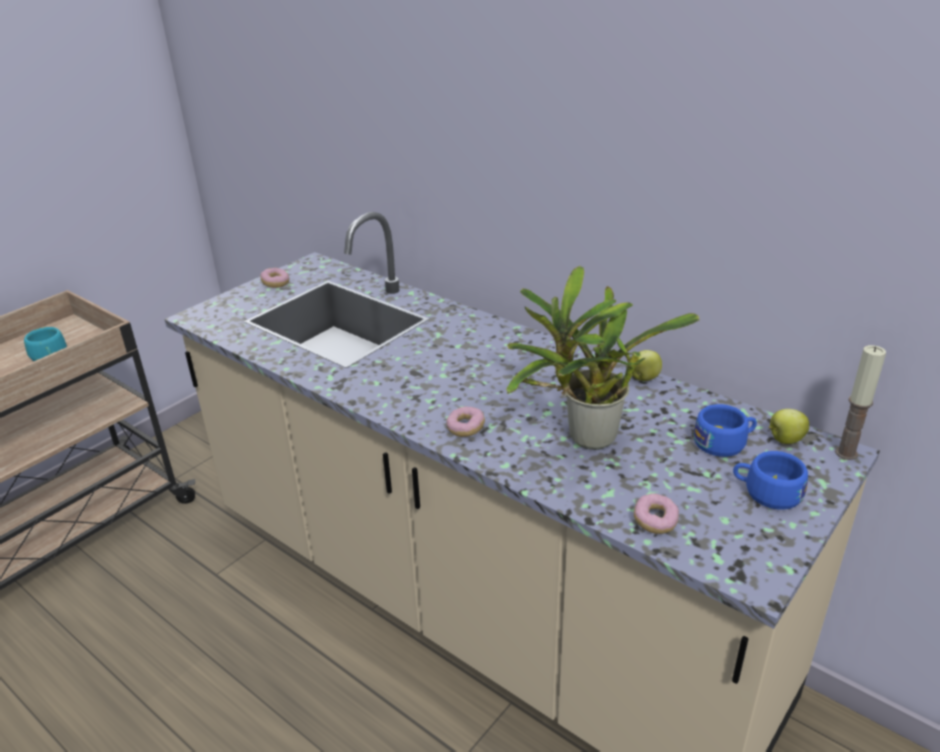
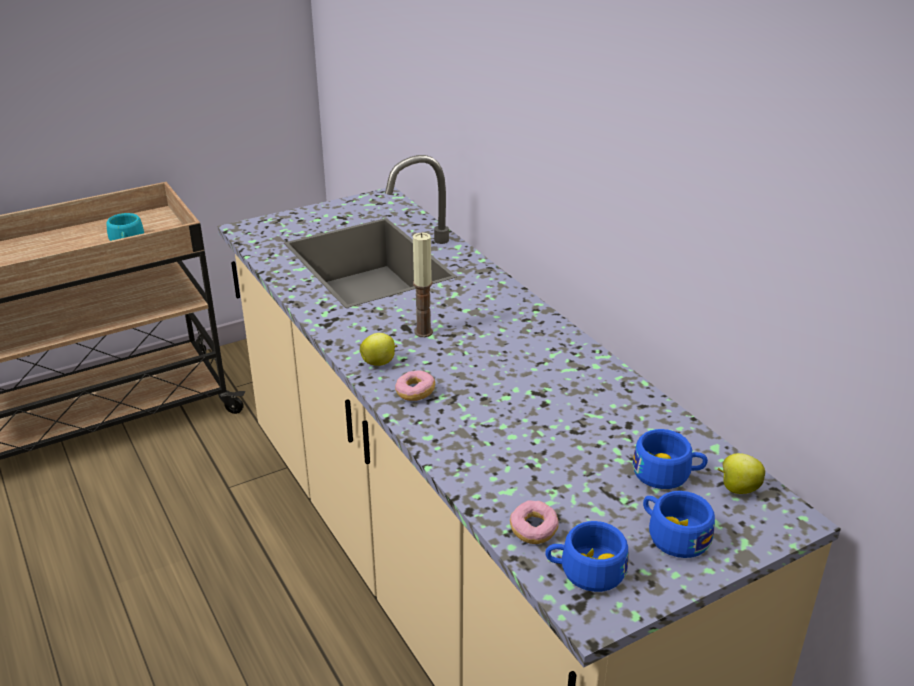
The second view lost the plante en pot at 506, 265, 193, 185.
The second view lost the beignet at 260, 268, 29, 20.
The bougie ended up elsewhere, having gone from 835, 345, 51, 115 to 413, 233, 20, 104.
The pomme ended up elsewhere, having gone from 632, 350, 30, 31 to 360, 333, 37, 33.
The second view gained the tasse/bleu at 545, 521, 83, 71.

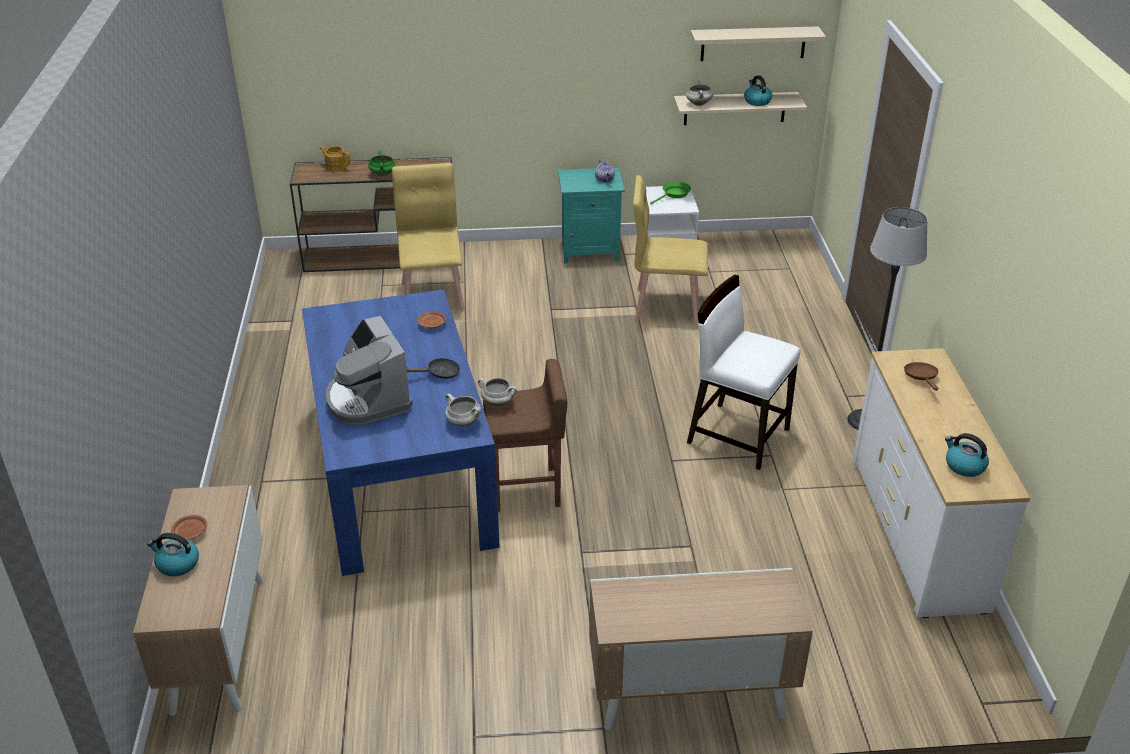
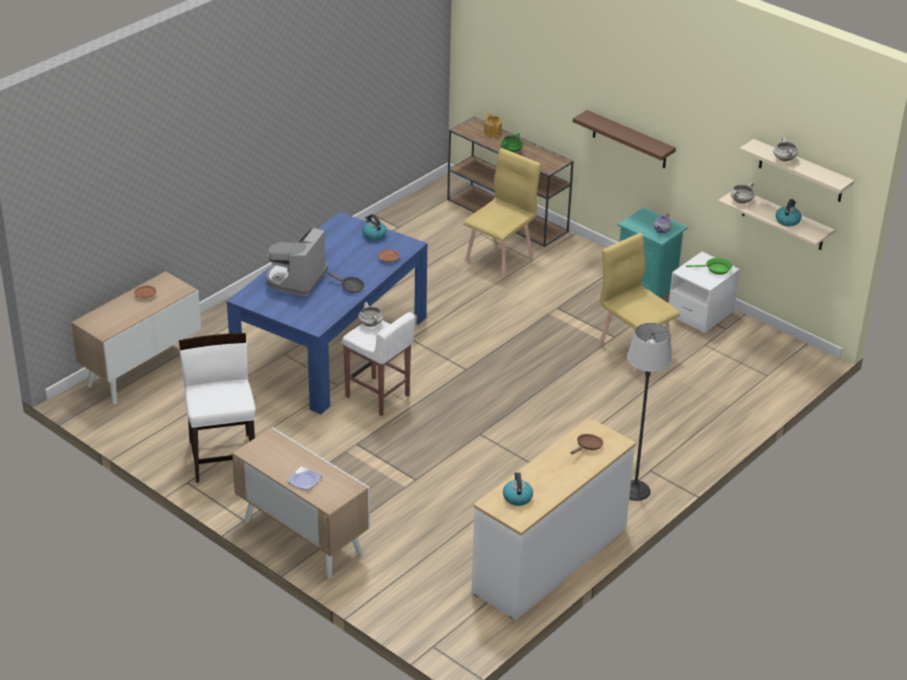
The chaise/blanc ended up elsewhere, having gone from 687, 275, 113, 195 to 179, 333, 77, 150.
What was the tabouret/marron at 483, 359, 84, 153 turned into the tabouret/blanc at 342, 312, 73, 104.
The marmite/blanc ended up elsewhere, having gone from 445, 394, 36, 33 to 773, 137, 25, 25.
The bouilloire ended up elsewhere, having gone from 147, 533, 52, 44 to 362, 214, 25, 27.
The second view gained the étagère/marron at 573, 110, 103, 58.
The second view gained the assiette at 287, 467, 35, 23.

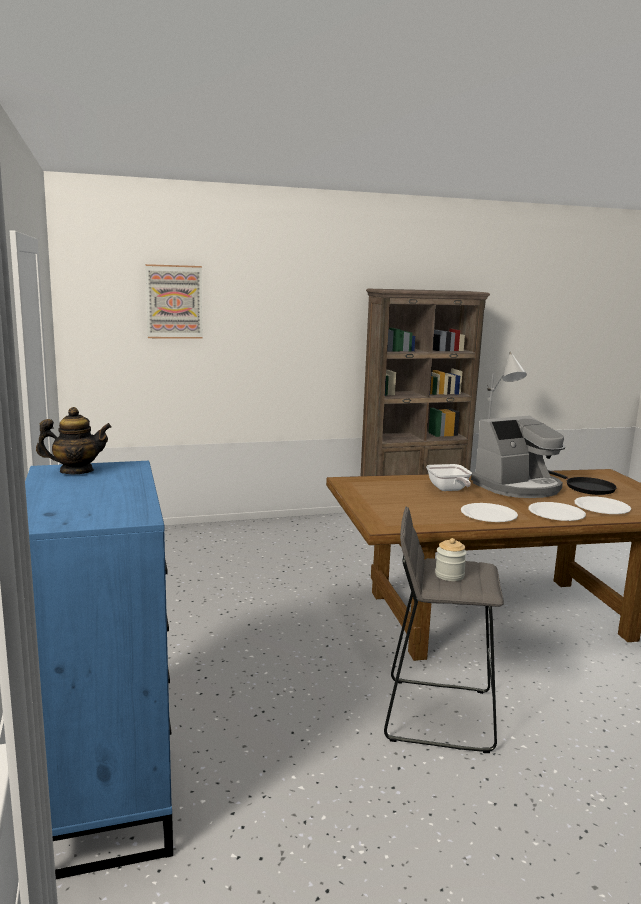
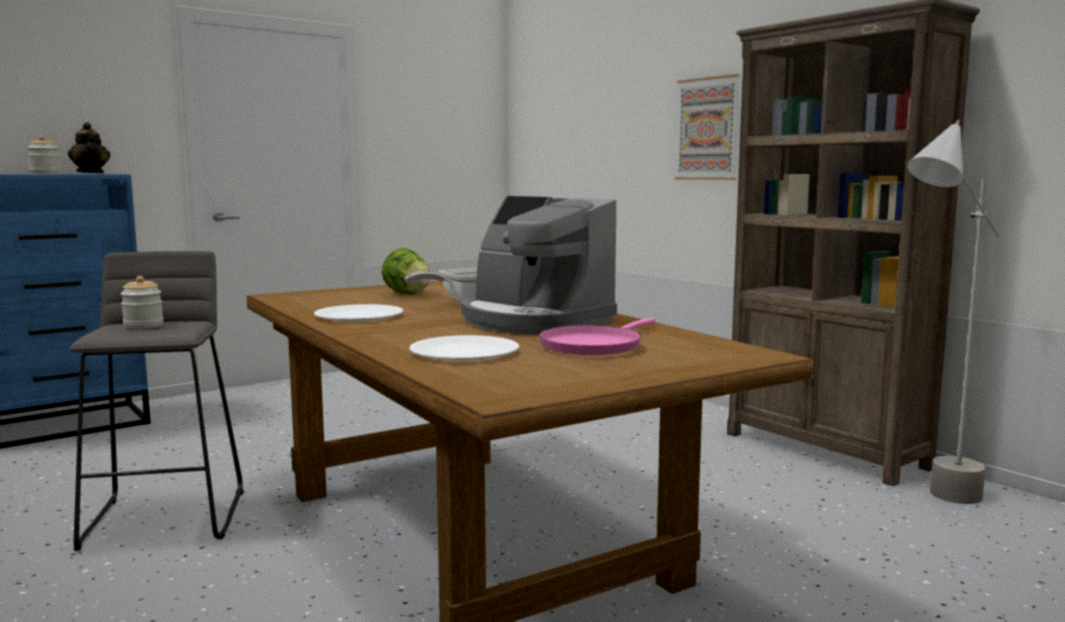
The tableau ended up elsewhere, having gone from 145, 264, 58, 74 to 675, 74, 65, 106.
What was the poêle/noir at 548, 470, 69, 25 turned into the poêle/rose at 539, 318, 116, 37.
The second view lost the assiette/blanc at 528, 502, 58, 19.
The second view gained the bocal at 27, 135, 34, 39.
The second view gained the laitue at 382, 248, 49, 47.

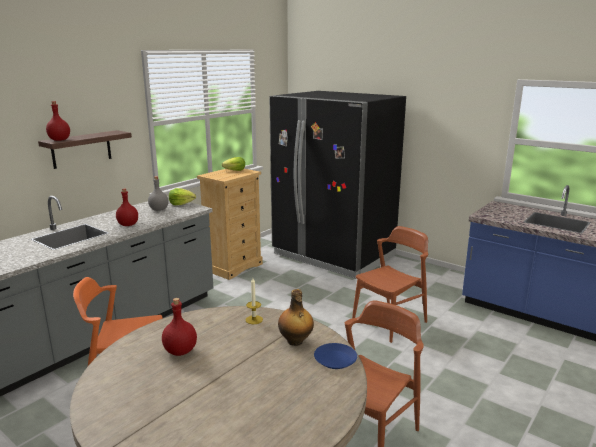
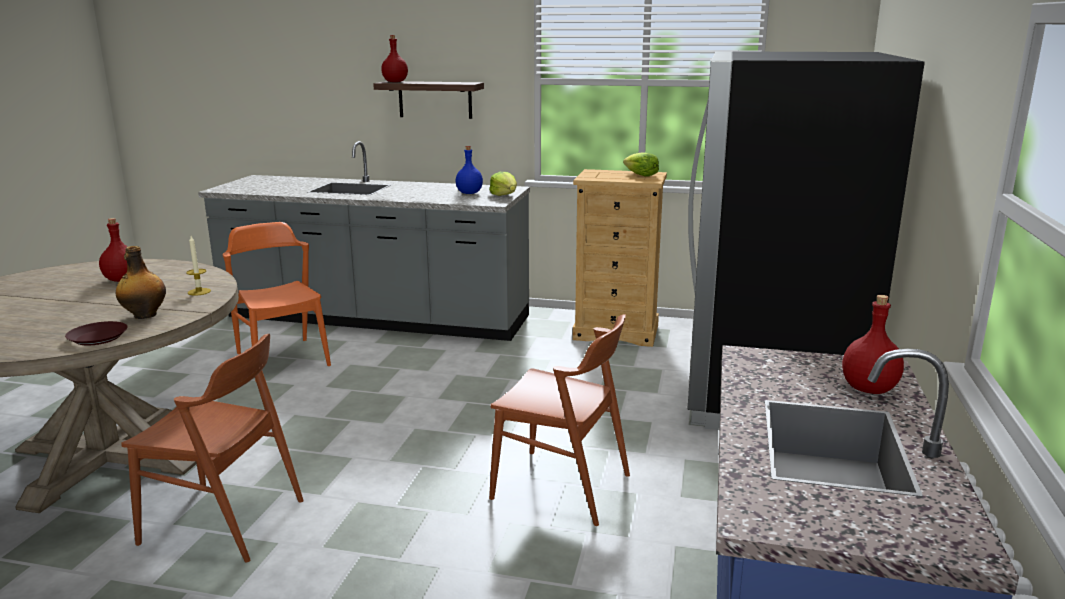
What was the bouteille/gris at 148, 176, 21, 35 turned into the bouteille/bleu at 456, 146, 27, 48.
The bouteille/rouge ended up elsewhere, having gone from 116, 189, 22, 37 to 842, 295, 62, 99.
What was the assiette/bleu at 314, 343, 43, 26 turned into the assiette/marron at 65, 321, 63, 25.

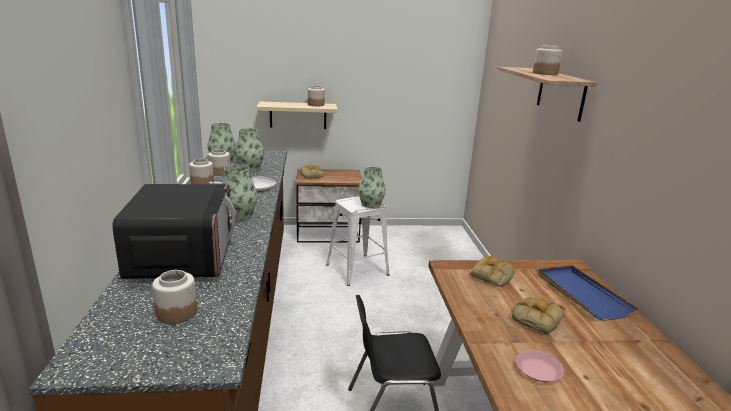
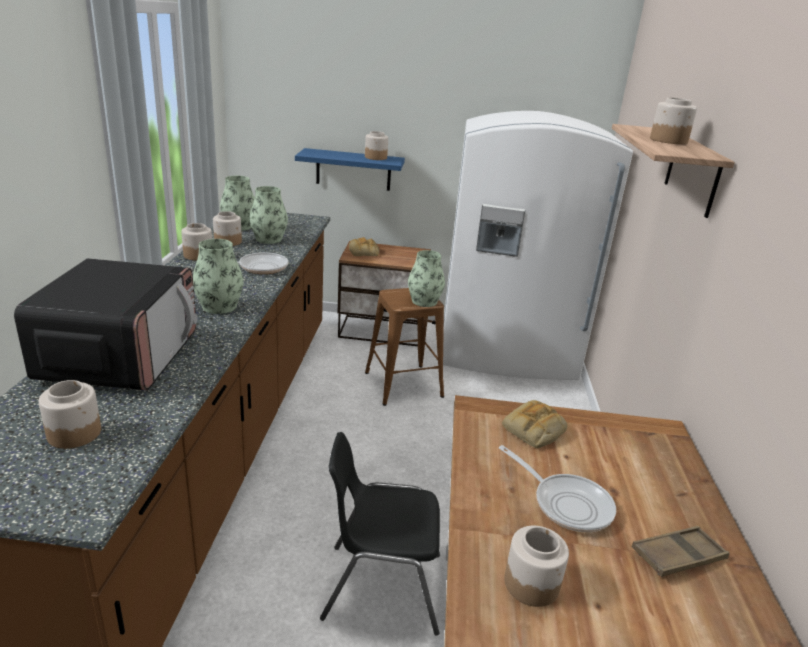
What was the étagère/beige at 256, 102, 81, 27 turned into the étagère/bleu at 295, 148, 110, 43.
What was the tabouret/blanc at 326, 196, 64, 90 turned into the tabouret/marron at 365, 288, 79, 118.
The second view lost the plateau/bleu at 538, 265, 100, 56.
Where the pain stood at 512, 297, 51, 37, the poêle came to stand at 499, 445, 117, 87.
Where the assiette/rose stood at 516, 351, 48, 31, the bocal came to stand at 504, 526, 65, 81.
The second view gained the réfrigérateur/blanc at 443, 111, 190, 269.
The second view gained the plateau/marron at 632, 526, 97, 51.

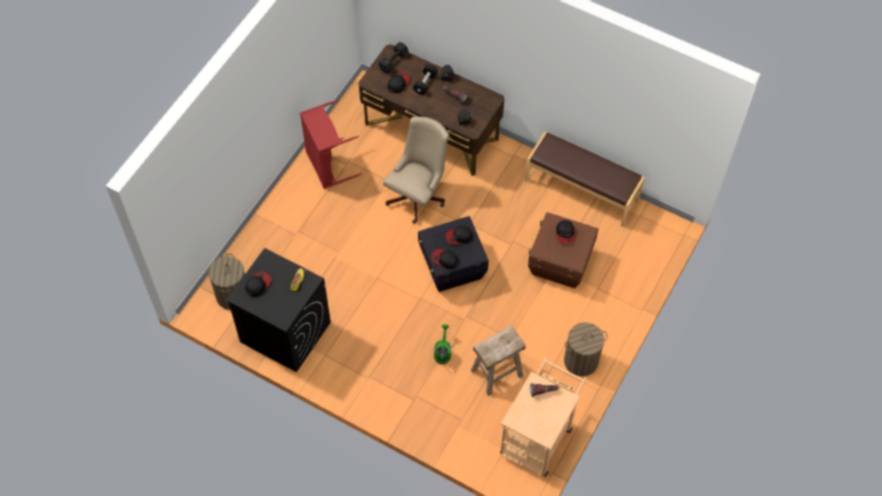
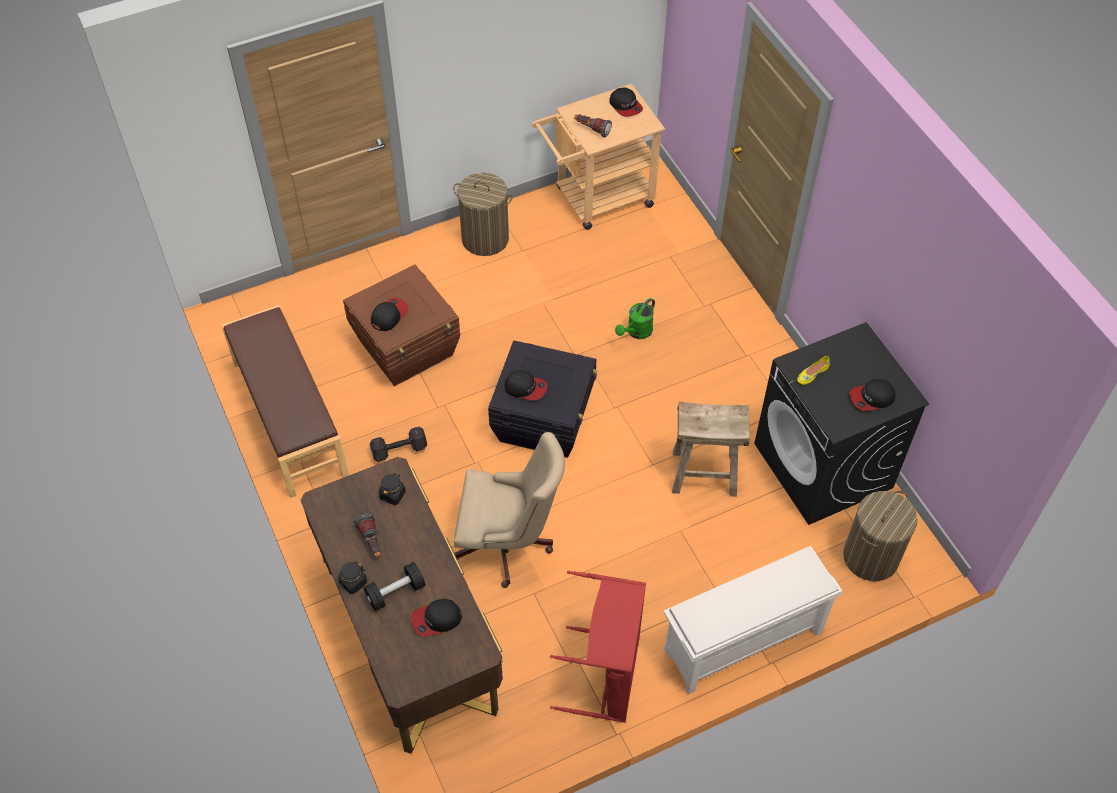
The haltère/noir ended up elsewhere, having gone from 378, 42, 31, 31 to 370, 427, 57, 35.
The chaise de bureau/beige at 383, 117, 66, 107 ended up facing another way, 150 degrees counterclockwise from before.
The casquette ended up elsewhere, having gone from 432, 249, 26, 20 to 609, 87, 34, 30.
The tabouret/beige ended up elsewhere, having gone from 471, 325, 55, 71 to 672, 401, 78, 96.
The second view gained the étagère à chaussures/blanc at 663, 546, 179, 148.

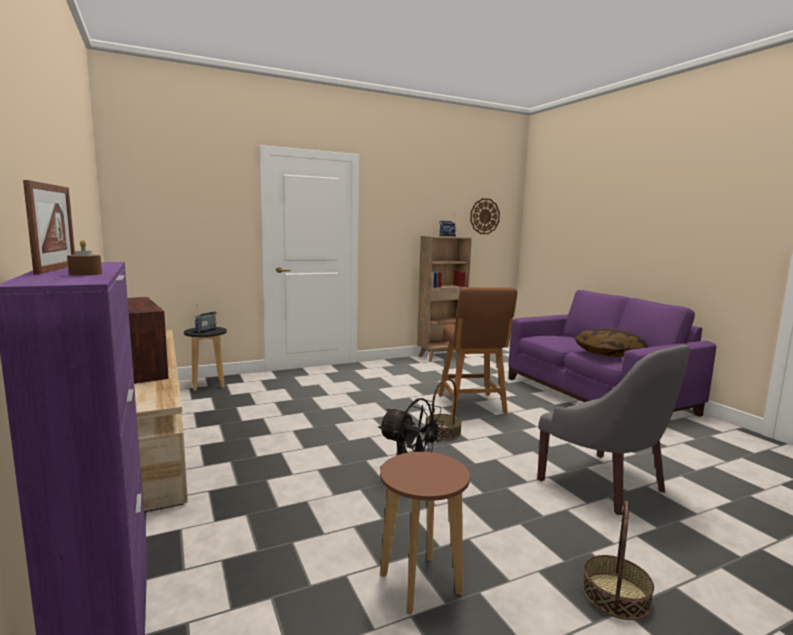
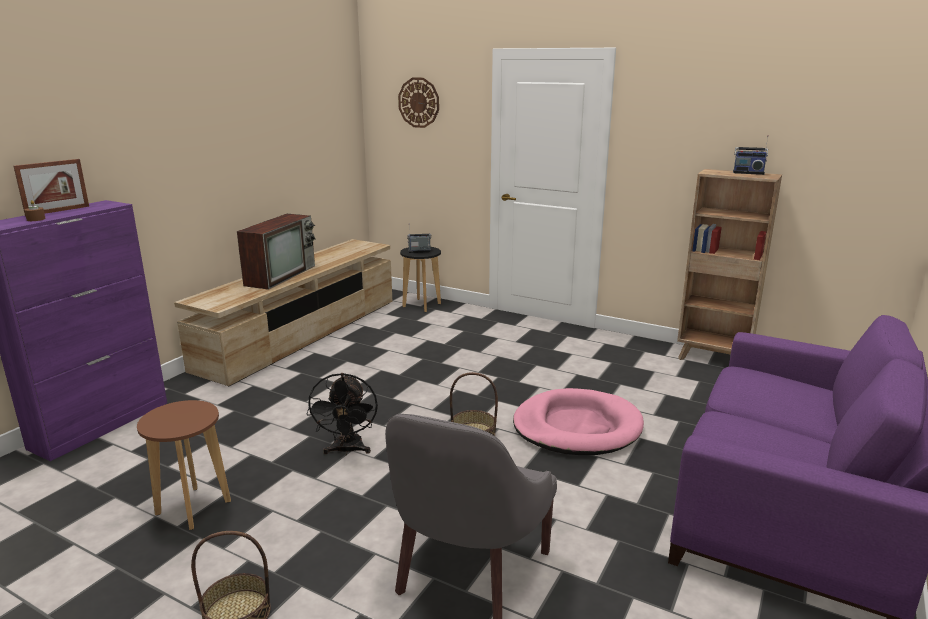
The horloge murale ended up elsewhere, having gone from 470, 198, 30, 36 to 398, 77, 41, 51.
Where the tabouret/marron stood at 438, 287, 79, 128, the panier pour chien/rose came to stand at 513, 388, 131, 67.
The second view lost the coussin at 574, 328, 75, 29.

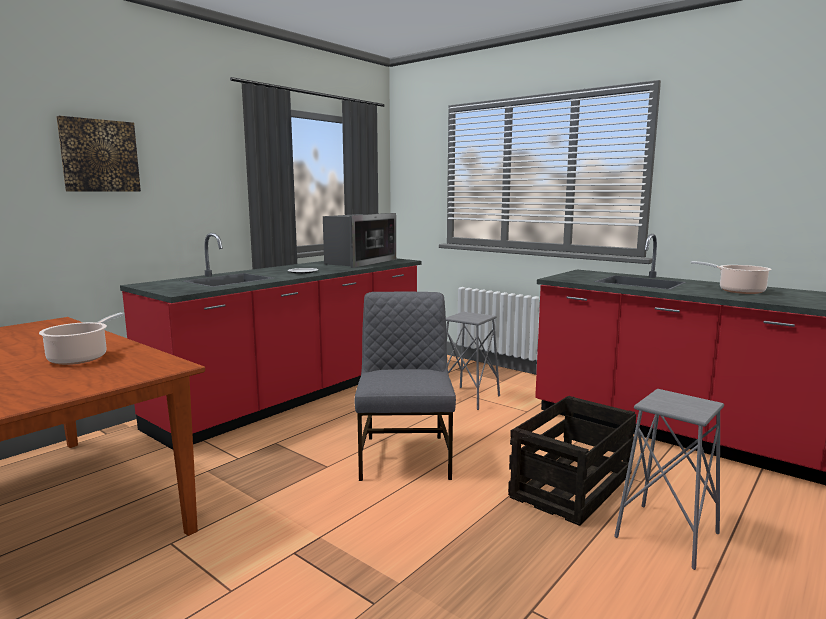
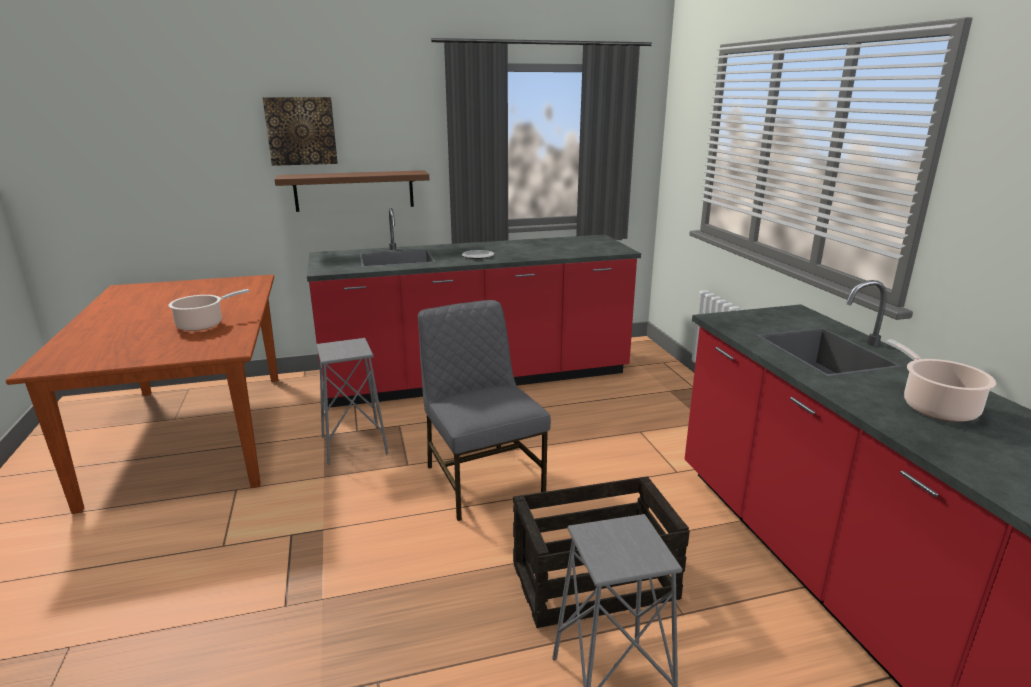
The second view lost the micro-ondes at 323, 213, 73, 55.
The chaise/gris at 355, 291, 101, 190 ended up facing another way, 60 degrees counterclockwise from before.
The tabouret/gris ended up elsewhere, having gone from 446, 312, 54, 98 to 316, 338, 72, 127.
The second view gained the étagère/marron at 275, 170, 155, 42.

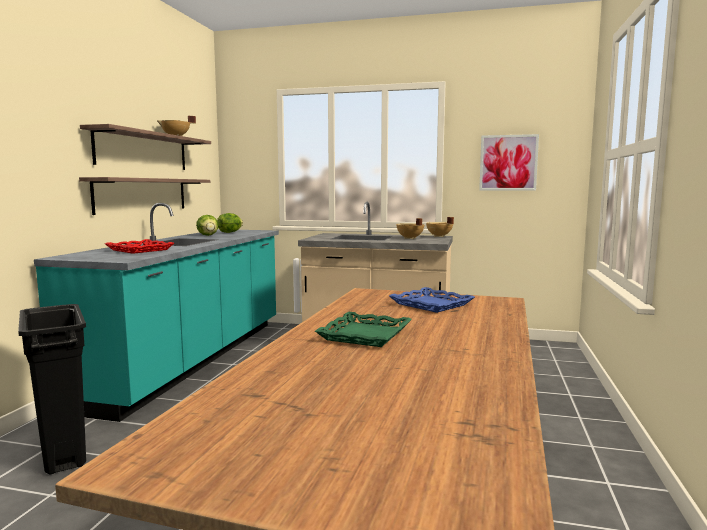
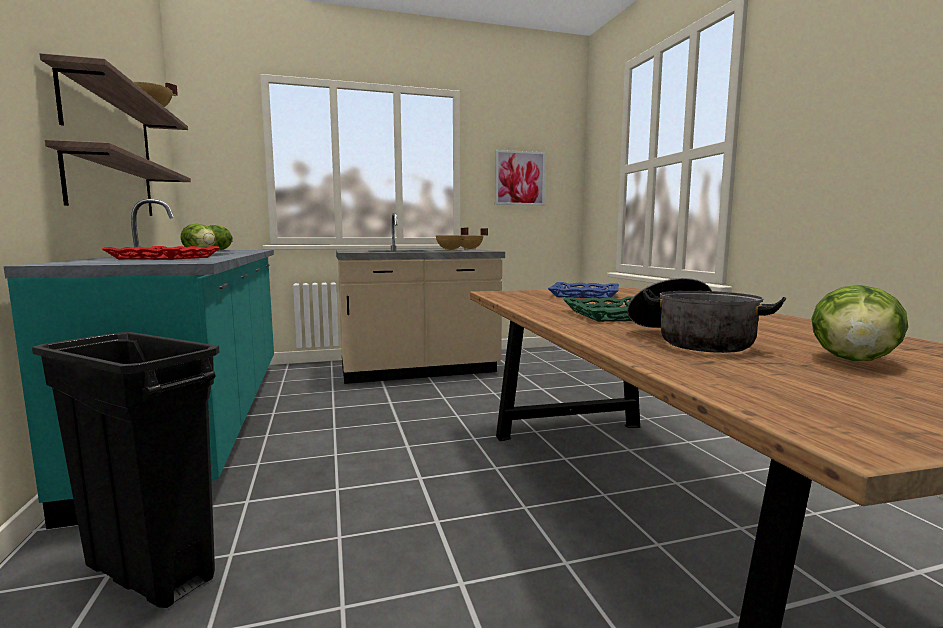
The second view gained the marmite at 627, 278, 160, 75.
The second view gained the laitue at 811, 285, 97, 76.

